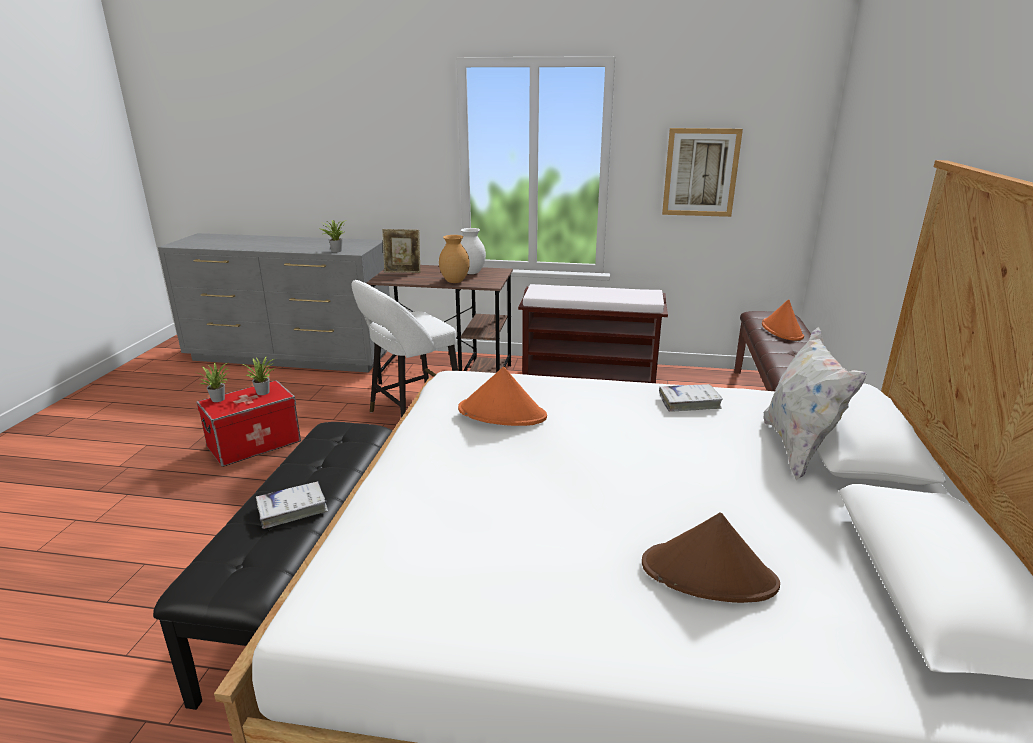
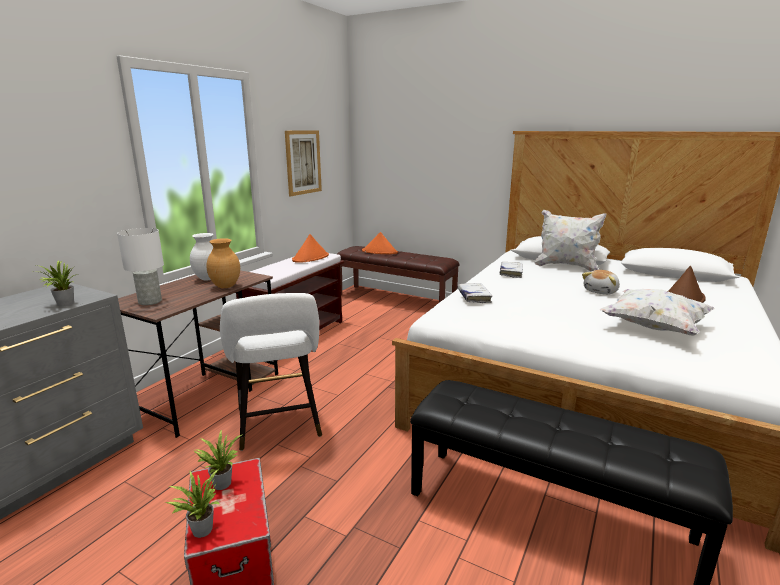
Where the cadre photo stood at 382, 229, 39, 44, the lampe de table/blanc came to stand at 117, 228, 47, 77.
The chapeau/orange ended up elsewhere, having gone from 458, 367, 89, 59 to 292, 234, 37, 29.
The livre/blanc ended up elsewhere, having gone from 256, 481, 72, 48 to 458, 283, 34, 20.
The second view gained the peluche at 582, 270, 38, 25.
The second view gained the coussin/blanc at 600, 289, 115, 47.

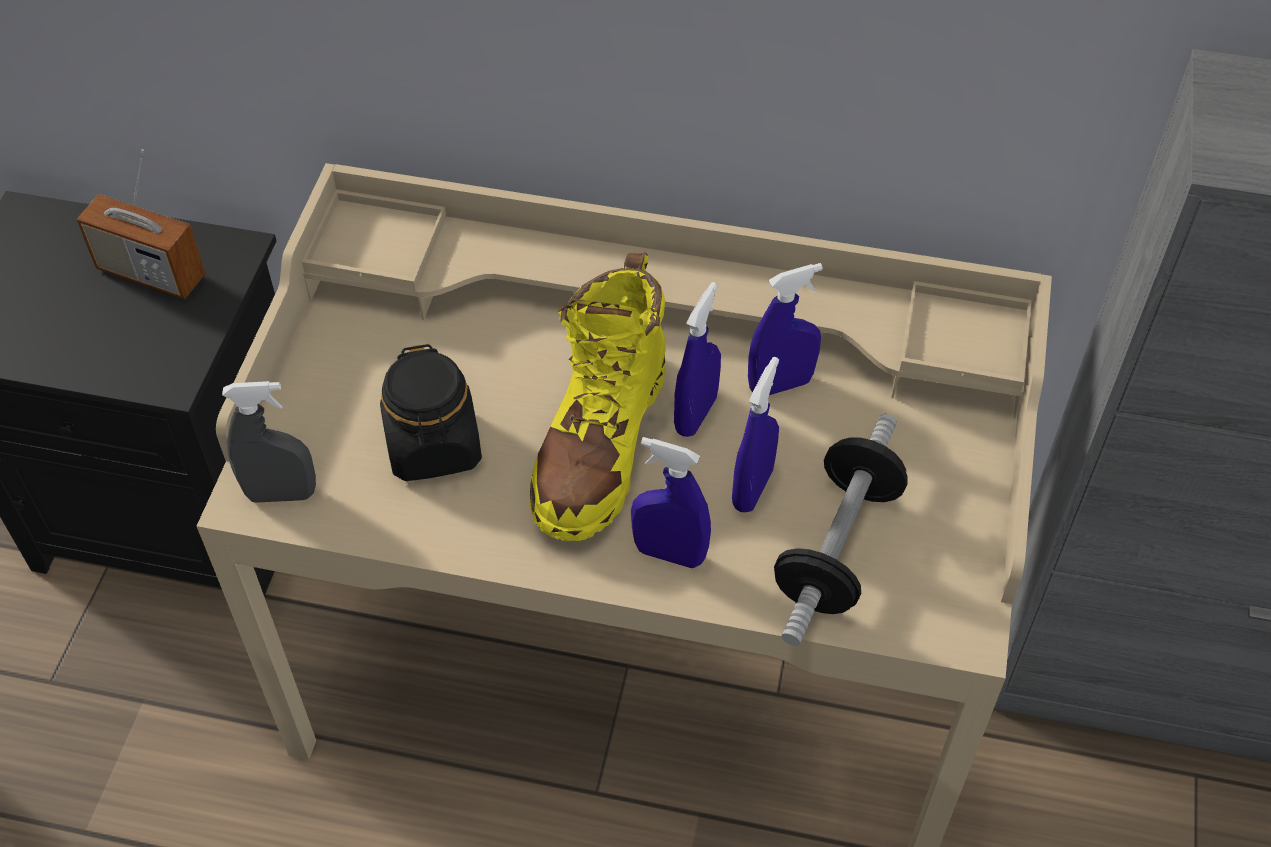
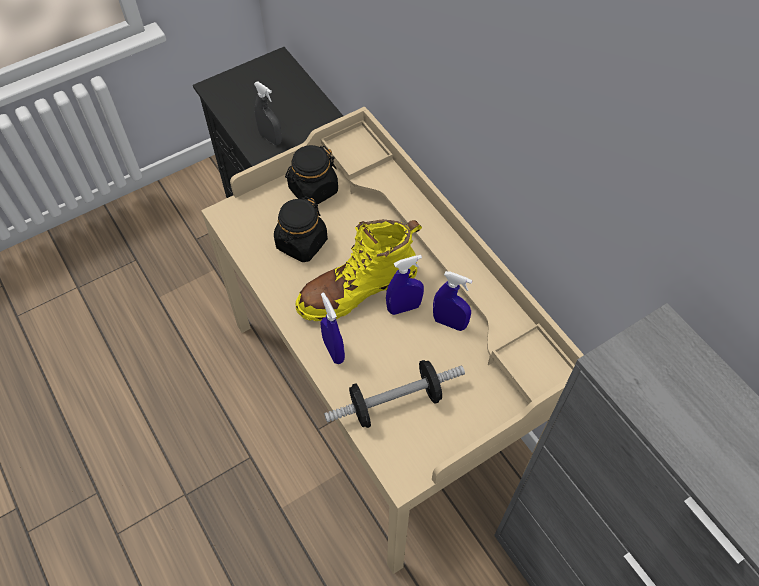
The second view lost the radio at 76, 149, 130, 150.
The second view lost the vaporisateur/bleu at 732, 357, 47, 156.
The vaporisateur/gris ended up elsewhere, having gone from 222, 381, 94, 122 to 254, 82, 28, 63.
The second view gained the bocal/noir at 285, 145, 53, 59.

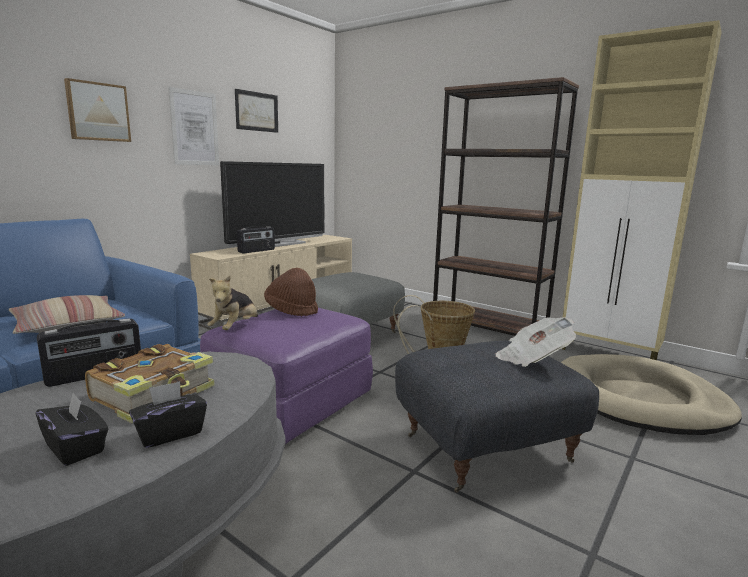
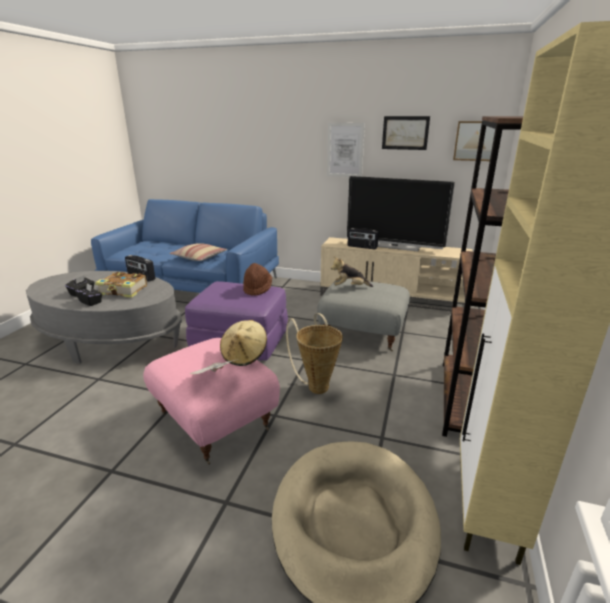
The tableau ended up elsewhere, having gone from 64, 78, 67, 64 to 453, 121, 42, 40.
The peluche ended up elsewhere, having gone from 207, 276, 51, 54 to 331, 256, 42, 31.
What was the pouf/gris at 395, 340, 204, 153 turned into the pouf/rose at 143, 338, 137, 127.
The second view gained the chapeau/beige at 220, 320, 47, 46.

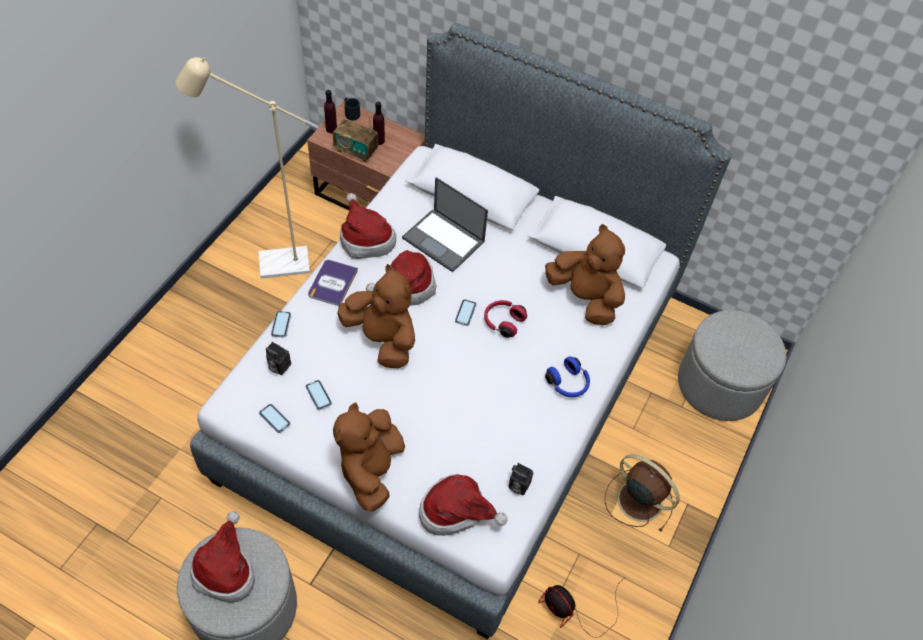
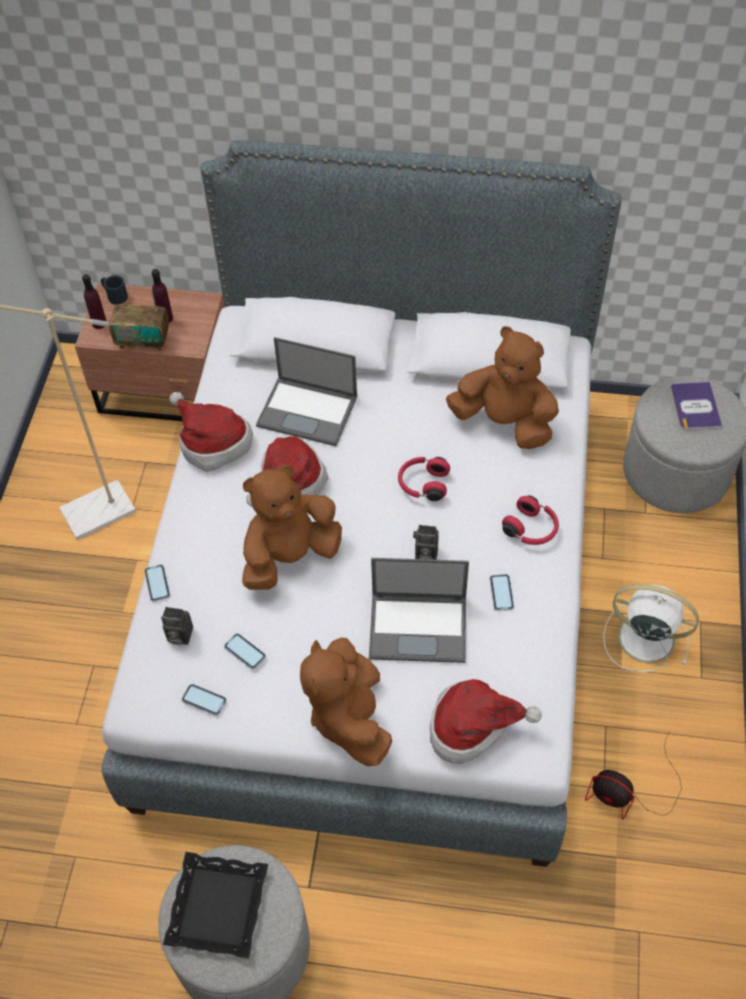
The livre ended up elsewhere, having gone from 308, 260, 50, 46 to 670, 382, 52, 48.
The peluche/marron at 337, 264, 78, 104 ended up facing another way, 60 degrees counterclockwise from before.
The téléphone ended up elsewhere, having gone from 455, 299, 21, 27 to 490, 574, 24, 37.
What was the casque audio/bleu at 545, 356, 45, 41 turned into the casque audio/rouge at 502, 495, 57, 50.
What was the ventilateur/marron at 605, 454, 75, 78 turned into the ventilateur/blanc at 603, 584, 96, 88.
The appareil photo ended up elsewhere, having gone from 508, 463, 25, 32 to 413, 525, 26, 35.
Where the chapeau stood at 190, 511, 65, 92, the plateau/noir came to stand at 163, 852, 105, 106.
The second view gained the ordinateur portable at 369, 558, 100, 105.

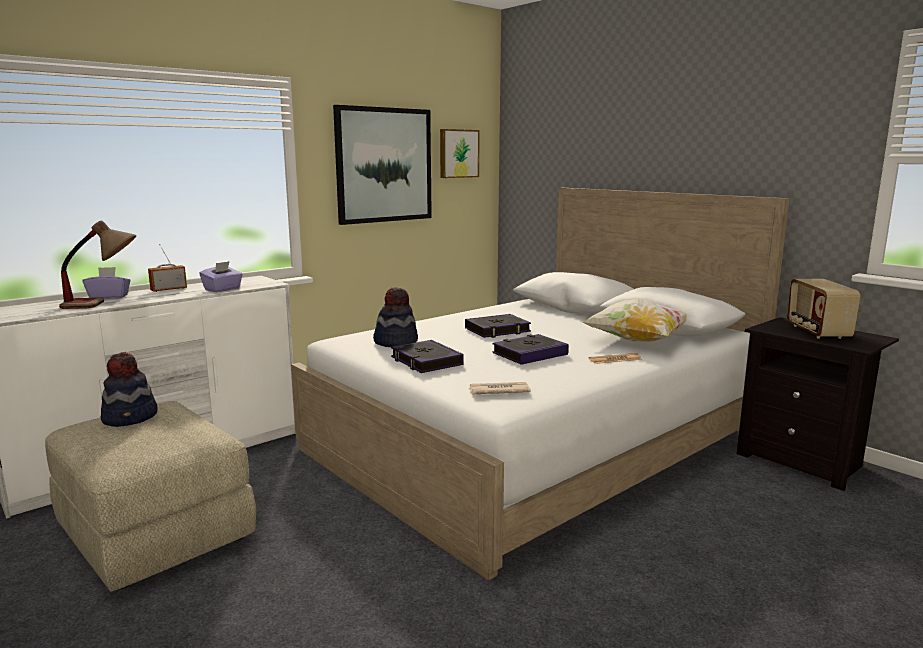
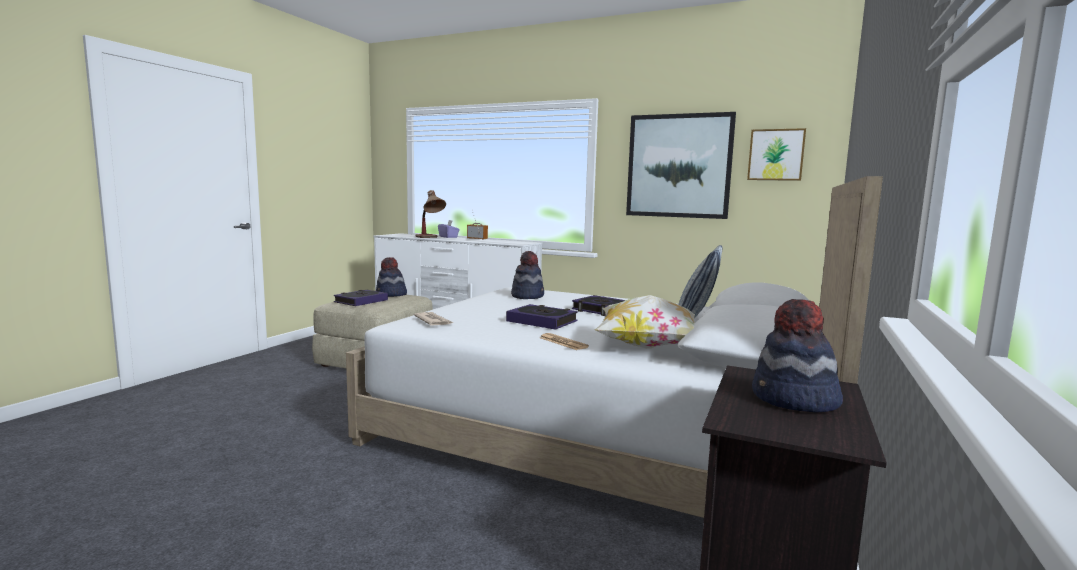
The second view lost the boîte à mouchoirs/violet at 199, 261, 44, 31.
Where the radio stood at 787, 279, 73, 60, the chapeau came to stand at 752, 299, 91, 113.
The livre ended up elsewhere, having gone from 391, 340, 72, 33 to 334, 290, 54, 16.
The second view gained the coussin at 679, 245, 44, 73.

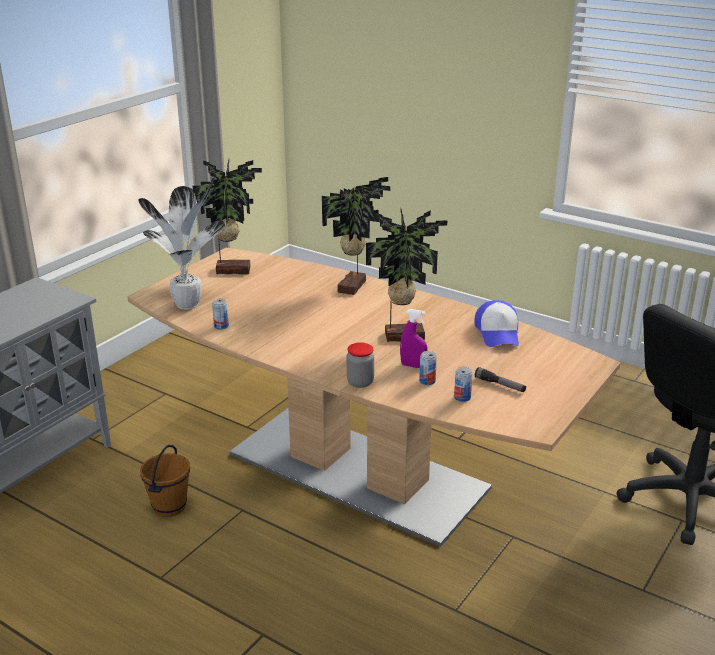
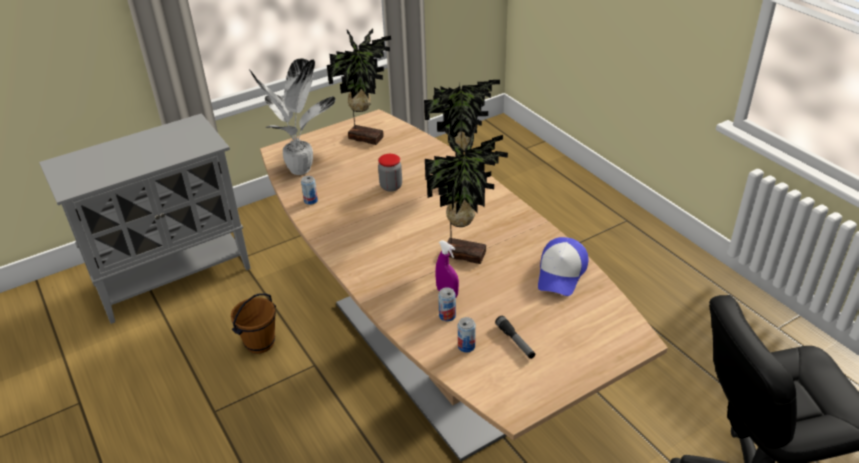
The bocal ended up elsewhere, having gone from 347, 342, 27, 46 to 378, 154, 24, 38.

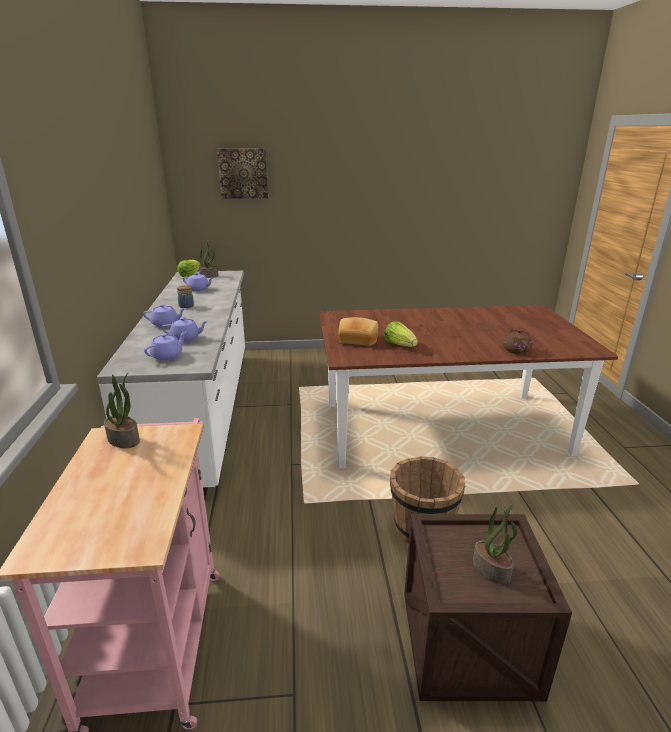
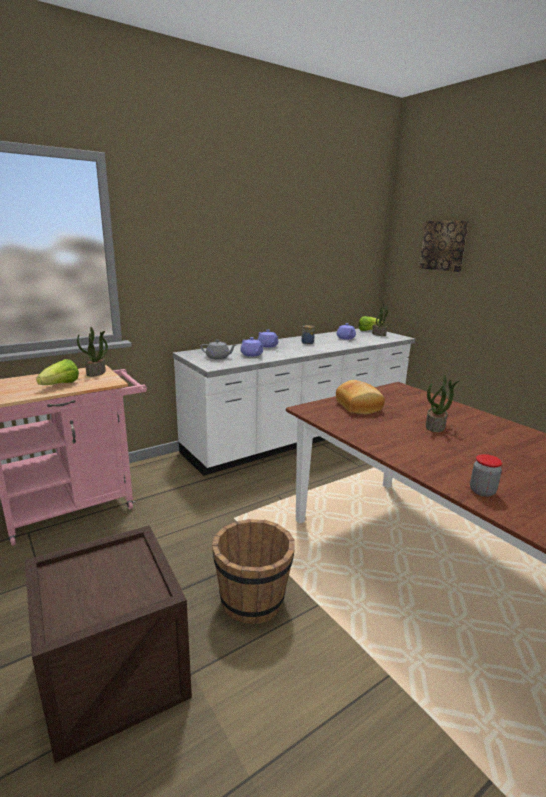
The laitue ended up elsewhere, having gone from 384, 321, 34, 26 to 36, 359, 43, 26.
Where the théière/marron stood at 503, 326, 29, 28, the bocal came to stand at 470, 454, 32, 43.
What was the théière/violet at 144, 331, 43, 30 turned into the théière/gris at 200, 339, 36, 20.
The plante en pot ended up elsewhere, having gone from 473, 505, 44, 79 to 426, 374, 34, 58.

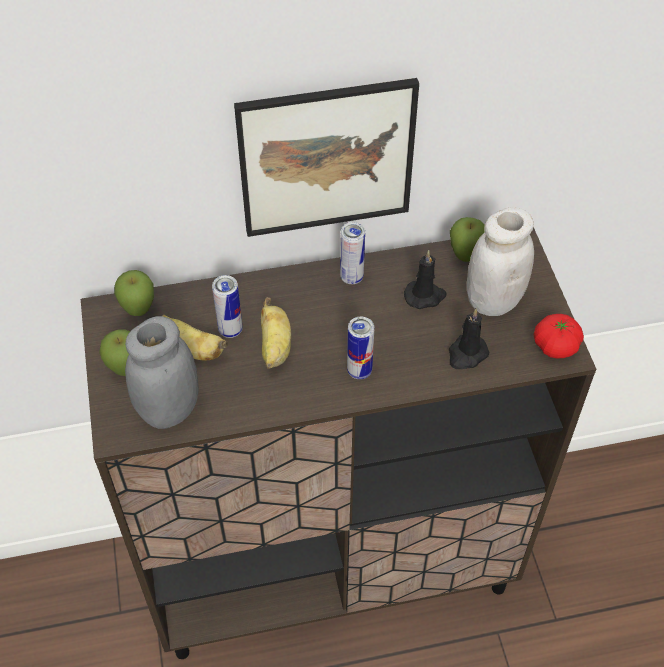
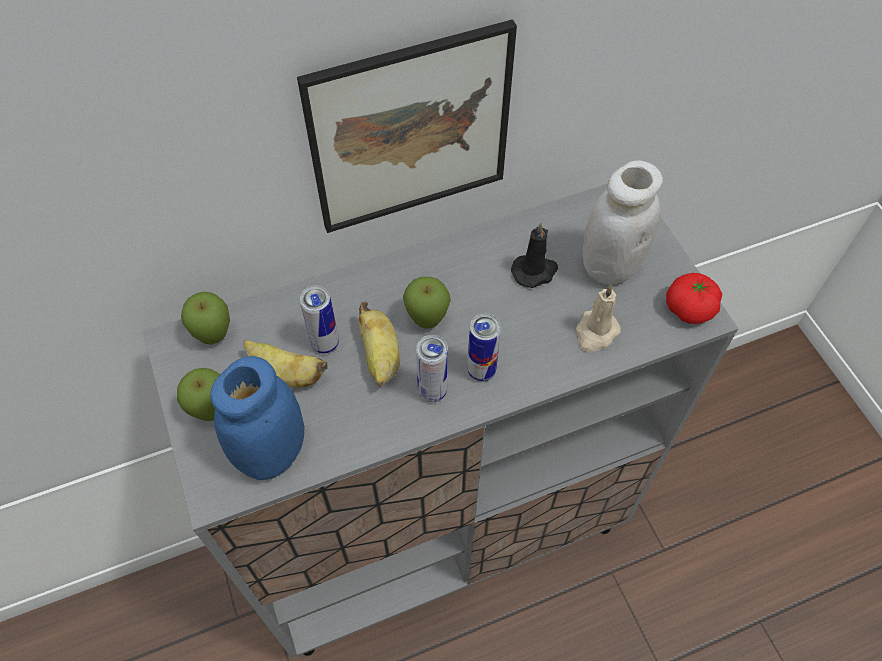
The pomme ended up elsewhere, having gone from 450, 217, 35, 45 to 403, 277, 48, 51.
The boîte métallique ended up elsewhere, having gone from 340, 222, 25, 62 to 416, 335, 32, 67.
What was the meuble de rangement/marron at 81, 227, 515, 432 turned into the meuble de rangement/gris at 143, 184, 596, 474.
What was the bougie/noir at 449, 308, 40, 61 turned into the bougie/beige at 575, 284, 46, 68.
What was the bocal/gris at 125, 316, 74, 113 turned into the bocal/bleu at 210, 356, 94, 124.

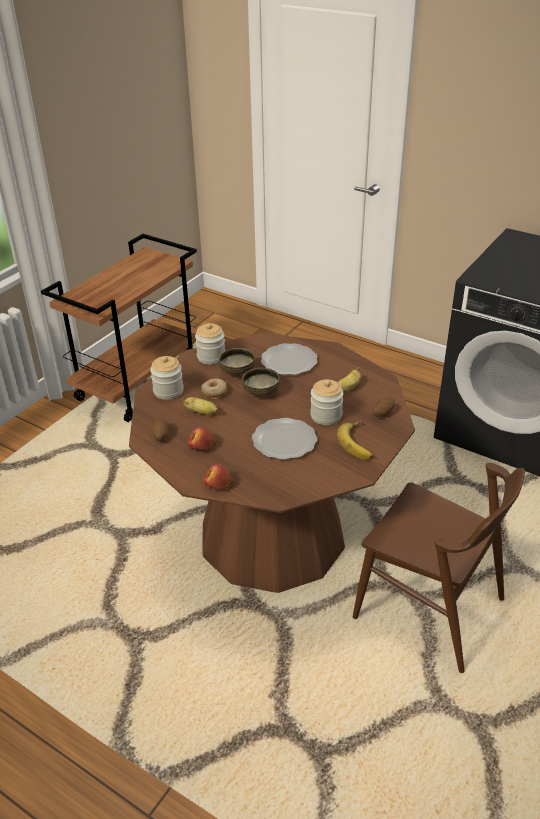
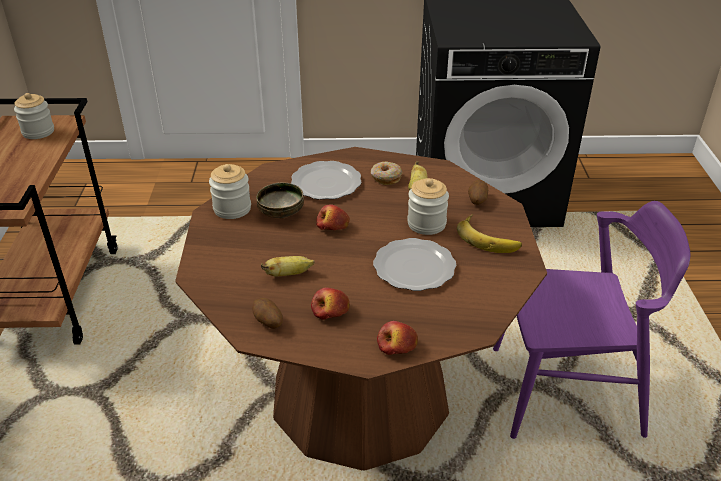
The bocal ended up elsewhere, having gone from 150, 356, 34, 44 to 14, 93, 40, 46.
Where the bol stood at 242, 368, 38, 29, the pomme came to stand at 316, 204, 34, 26.
The beignet ended up elsewhere, having gone from 201, 378, 26, 22 to 371, 161, 32, 24.
What was the chaise/marron at 353, 463, 172, 210 turned into the chaise/violet at 493, 201, 197, 238.

